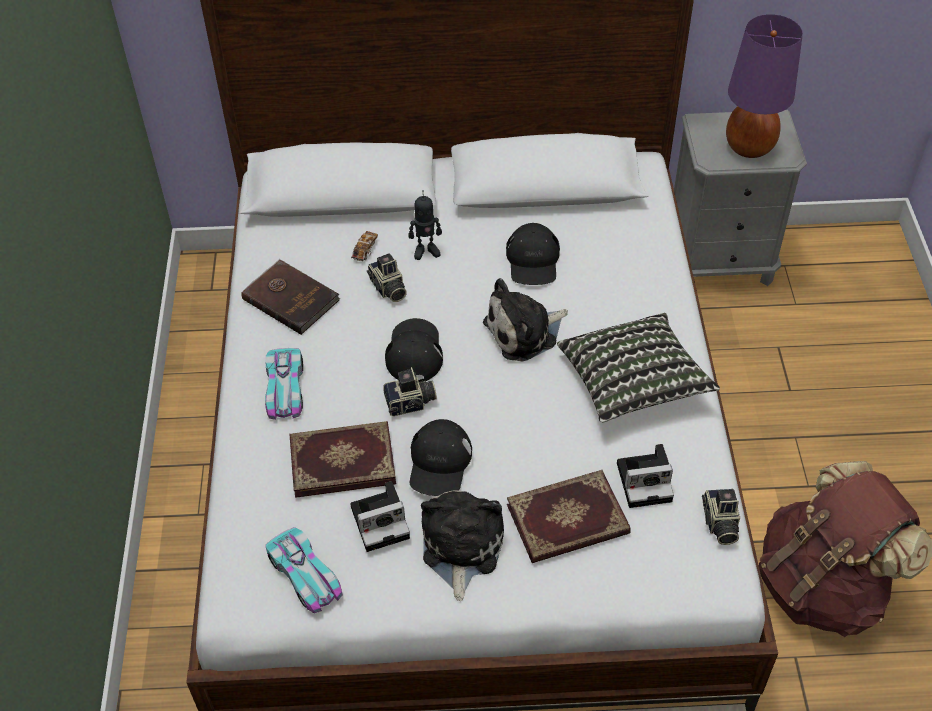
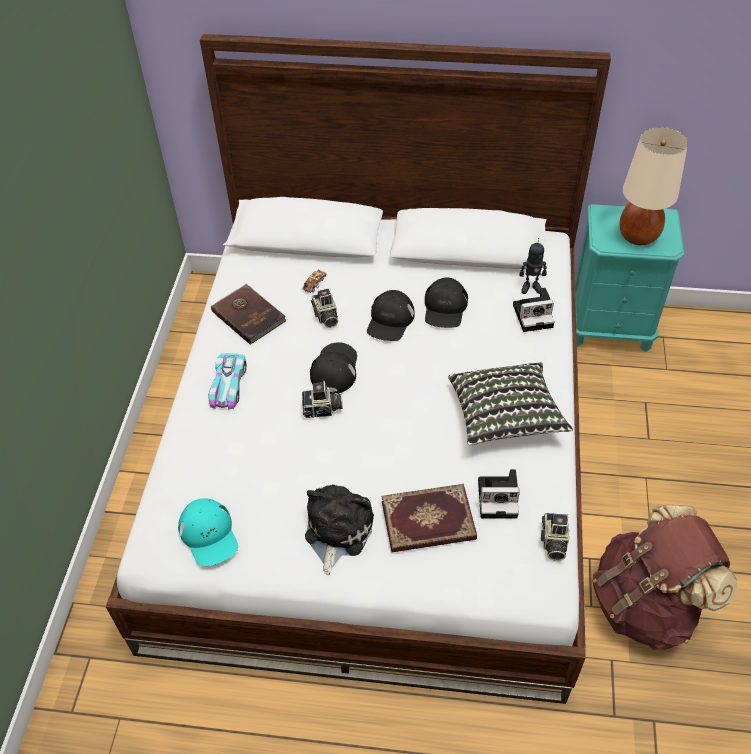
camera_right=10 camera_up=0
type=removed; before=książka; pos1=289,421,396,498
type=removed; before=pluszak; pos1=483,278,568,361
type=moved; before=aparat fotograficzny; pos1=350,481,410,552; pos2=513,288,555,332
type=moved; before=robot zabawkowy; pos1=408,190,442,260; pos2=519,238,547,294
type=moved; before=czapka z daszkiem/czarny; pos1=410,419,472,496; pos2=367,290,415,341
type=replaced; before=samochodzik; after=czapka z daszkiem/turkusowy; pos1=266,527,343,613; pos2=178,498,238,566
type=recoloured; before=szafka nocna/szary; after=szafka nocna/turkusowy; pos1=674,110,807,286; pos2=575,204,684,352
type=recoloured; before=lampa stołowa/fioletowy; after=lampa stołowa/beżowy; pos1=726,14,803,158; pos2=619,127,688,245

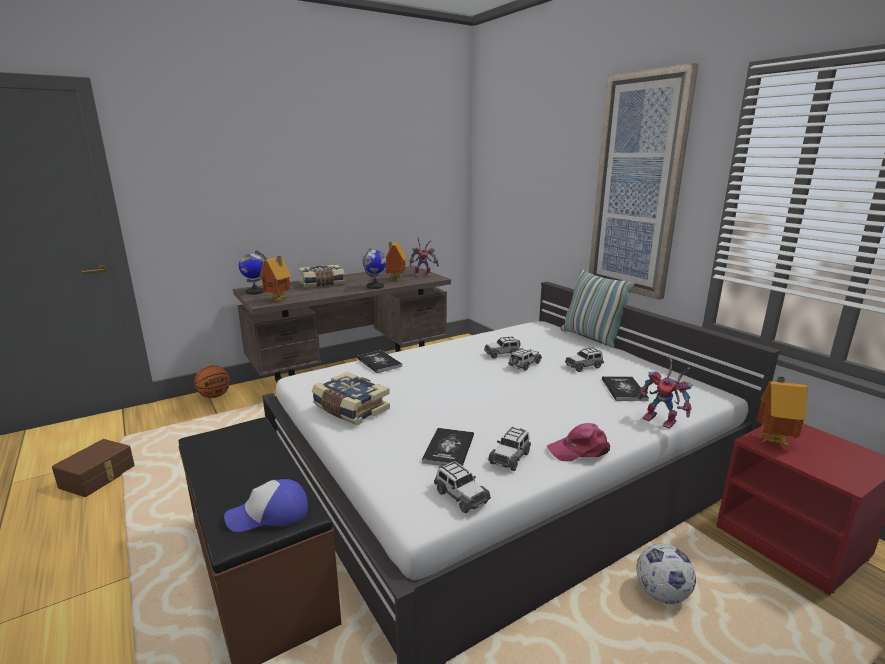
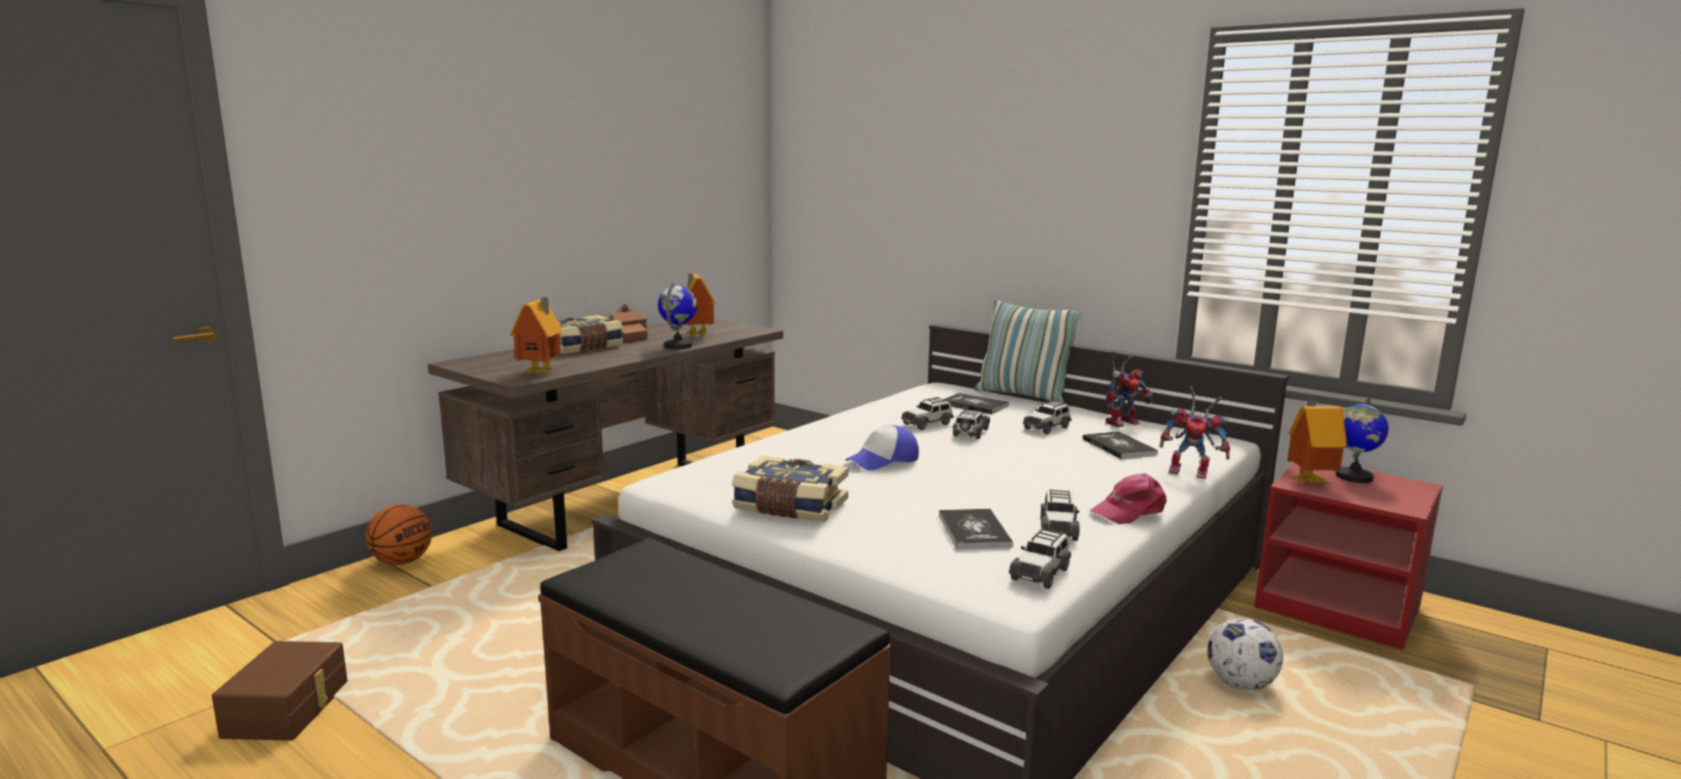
camera_right=-20 camera_up=-5
type=removed; before=obraz; pos1=589,63,699,300
type=added; after=domek; pos2=609,304,648,343
type=moved; before=czapka z daszkiem; pos1=224,479,308,532; pos2=846,425,919,470
type=moved; before=globus; pos1=239,250,267,295; pos2=1336,397,1388,483
type=moved; before=książka; pos1=357,350,402,373; pos2=943,393,1009,414
type=moved; before=robot zabawkowy; pos1=410,238,439,277; pos2=1105,351,1153,427
type=turned; before=samochodzik; pos1=434,461,491,513; pos2=1009,528,1071,589; turn=90

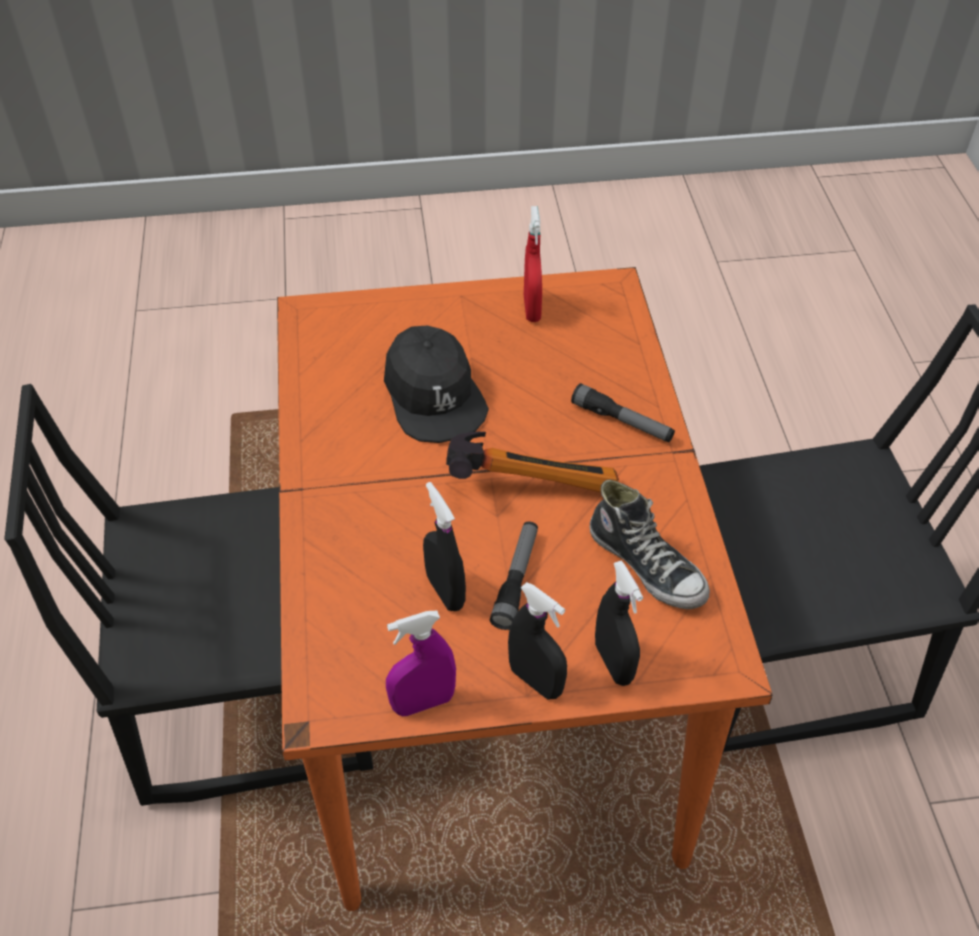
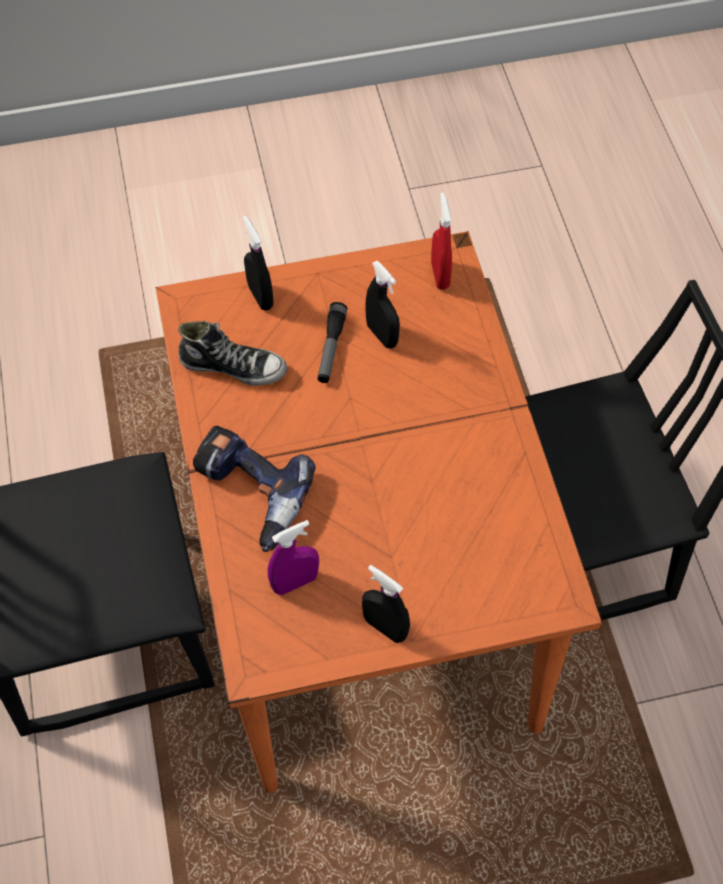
camera_right=175 camera_up=10
type=removed; before=czapka z daszkiem/czarny; pos1=384,326,489,443
type=removed; before=młotek; pos1=446,432,619,492
type=moved; before=spryskiwacz/fioletowy; pos1=386,610,456,716; pos2=268,520,319,595
type=moved; before=spryskiwacz/czarny; pos1=508,582,567,700; pos2=362,565,410,643
type=moved; before=spryskiwacz/czerwony; pos1=524,206,542,322; pos2=431,192,452,290
type=replaced; before=latarka; after=wiertarka; pos1=571,383,675,442; pos2=193,426,316,552
type=turned; before=but; pos1=590,479,710,609; pos2=178,321,287,386; turn=150

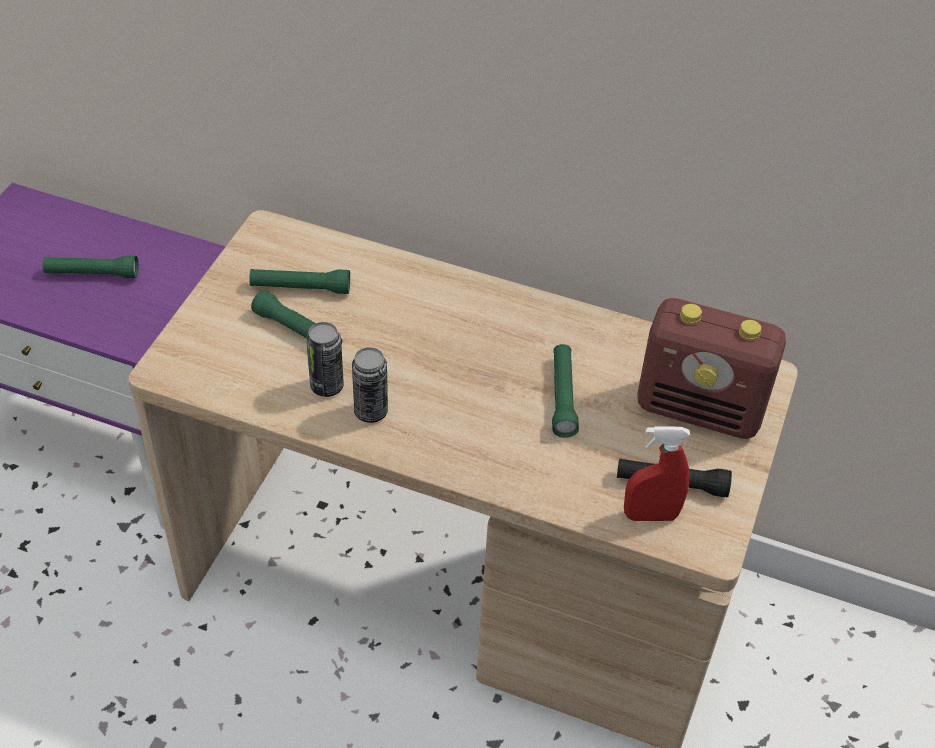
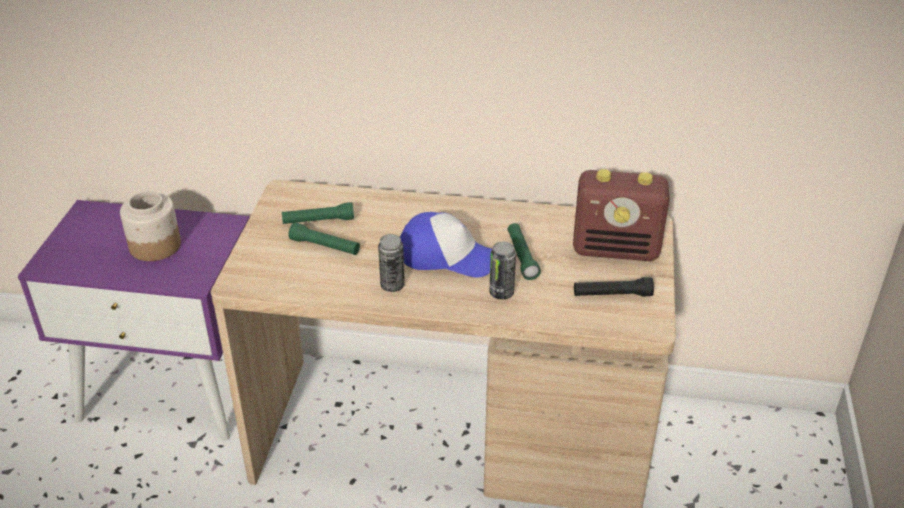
camera_right=-10 camera_up=-10
type=removed; before=spryskiwacz/czerwony; pos1=624,426,690,521
type=added; after=czapka z daszkiem; pos2=400,212,492,277
type=moved; before=puszka; pos1=306,322,344,397; pos2=490,242,516,300
type=replaced; before=latarka/zielony; after=słoik; pos1=42,256,139,278; pos2=120,191,181,261

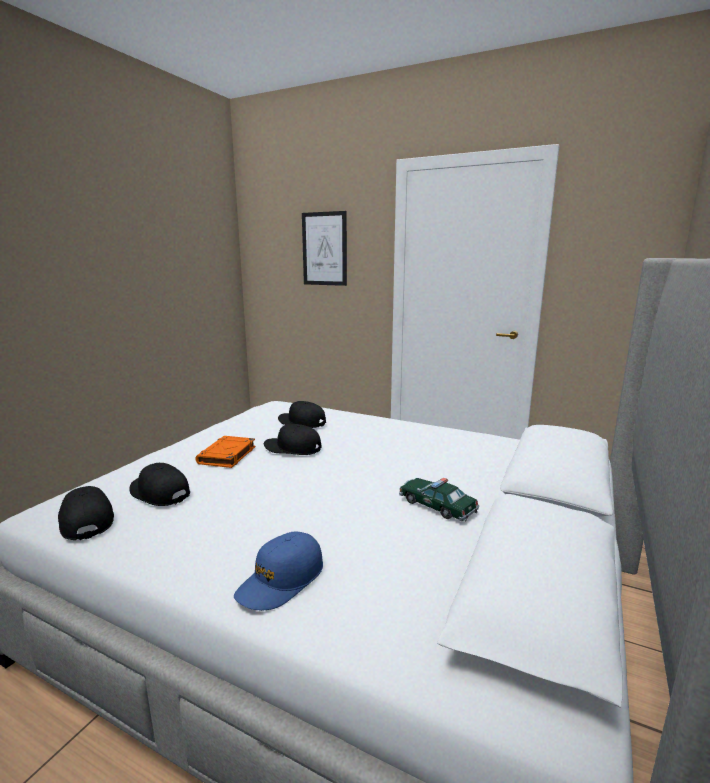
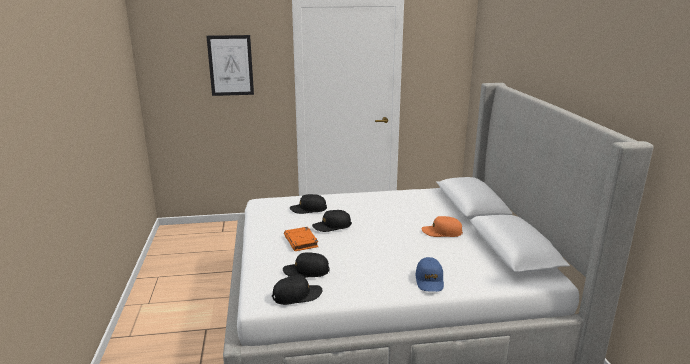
camera_right=-35 camera_up=5
type=replaced; before=samochodzik; after=czapka z daszkiem/pomarańczowy; pos1=399,478,479,521; pos2=421,216,463,237
type=turned; before=czapka z daszkiem/czarny; pos1=58,486,114,540; pos2=272,275,322,305; turn=135

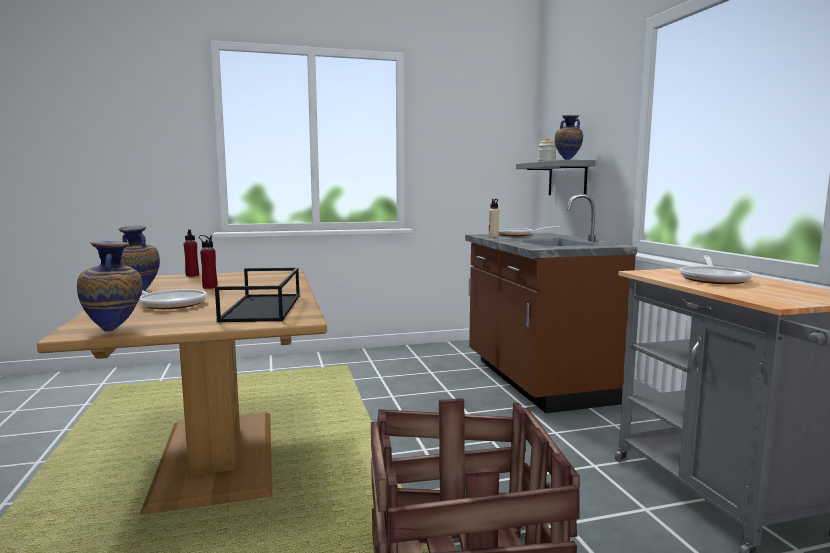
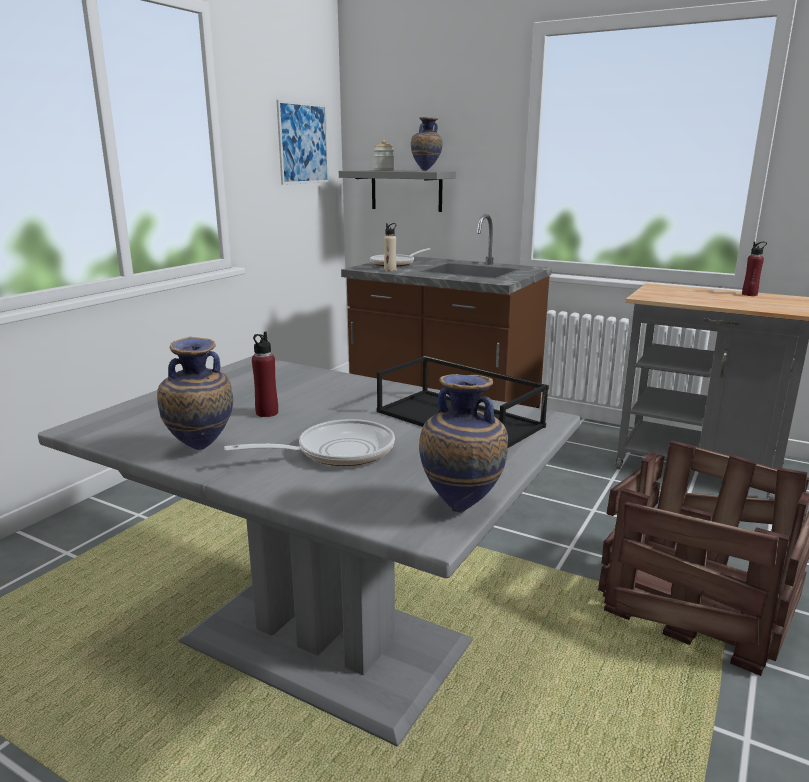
camera_right=-45 camera_up=10
type=removed; before=patelnia; pos1=680,255,752,284
type=added; after=obraz; pos2=276,100,329,185
type=moved; before=butelka/czerwony; pos1=184,229,199,277; pos2=742,242,767,296
type=recoloured; before=stół jadalny/brązowy; after=stół jadalny/szary; pos1=37,270,327,515; pos2=38,356,580,747

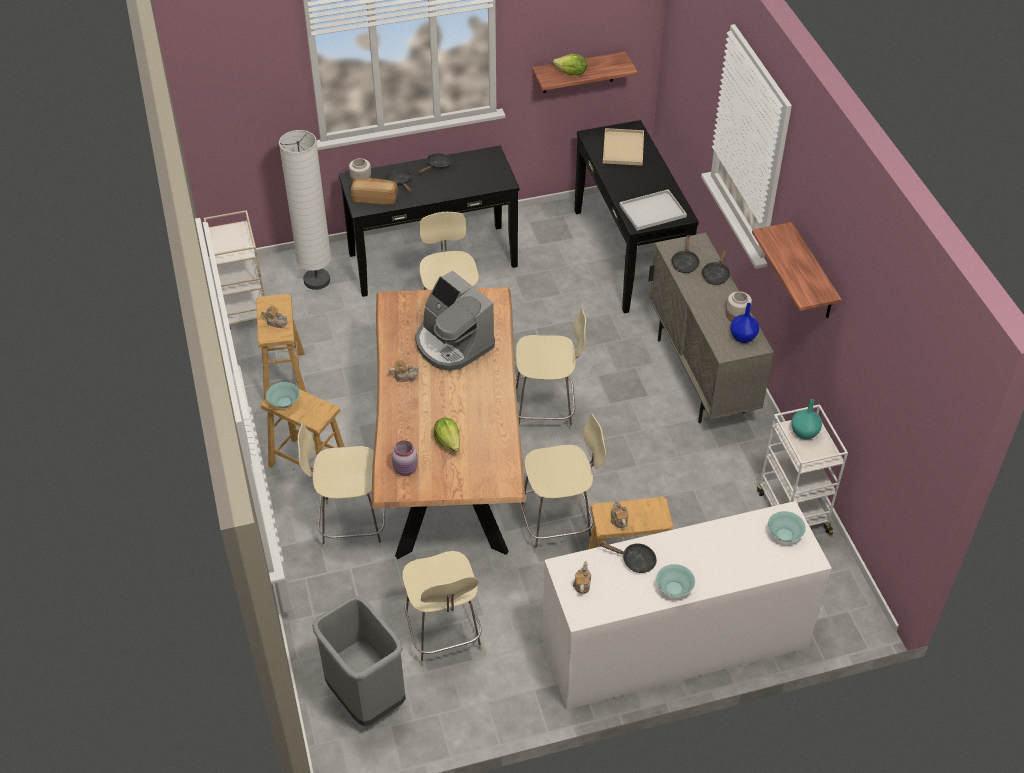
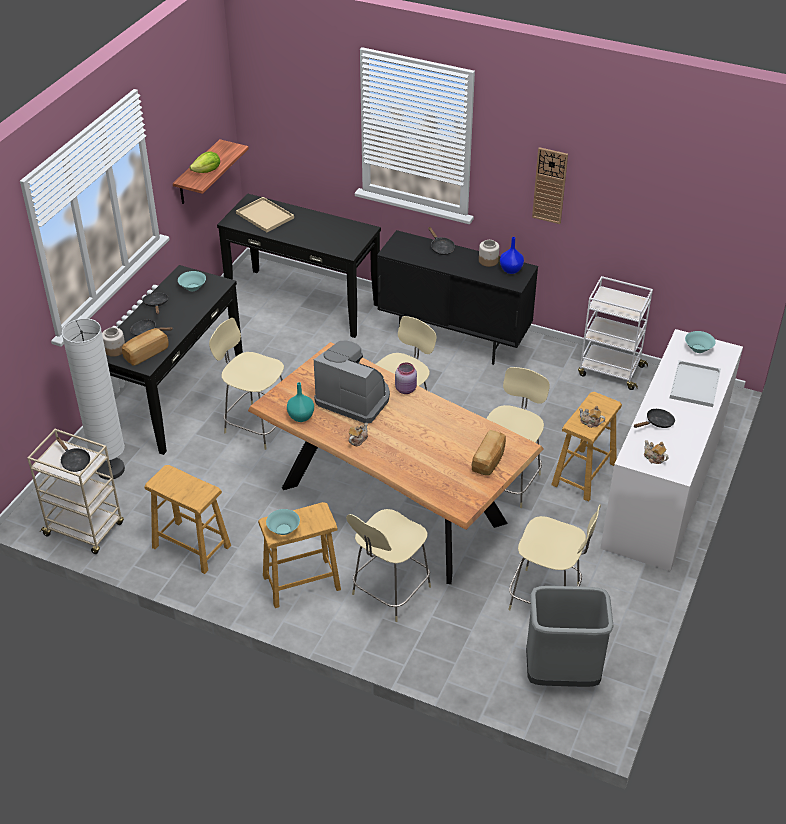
camera_right=-50 camera_up=-5
type=removed; before=imbryk; pos1=262,305,288,328
type=removed; before=sałata; pos1=434,418,460,452
type=added; after=chleb; pos2=472,430,506,476
type=moved; before=słoik/różowy; pos1=392,440,418,476; pos2=395,362,417,394
type=moved; before=taca/biały; pos1=619,189,687,231; pos2=670,360,721,407
type=moved; before=miska/turkusowy; pos1=656,564,695,597; pos2=178,271,206,291
type=moved; before=patelnia/czarny; pos1=671,235,700,273; pos2=56,437,90,472
type=moved; before=wazon/turkusowy; pos1=791,399,822,440; pos2=287,382,314,422
type=replaced; before=półka; after=zegar ścienny; pos1=752,222,841,318; pos2=532,147,568,224
type=recoloured; before=szafka/beżowy; after=szafka/czarny; pos1=648,233,774,423; pos2=377,230,538,365
type=turned; before=ekspres do kawy; pos1=415,271,495,371; pos2=314,341,390,423; turn=-150

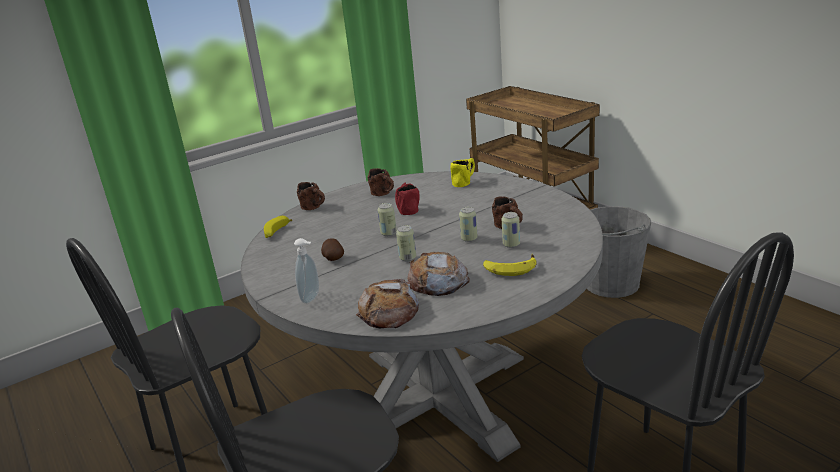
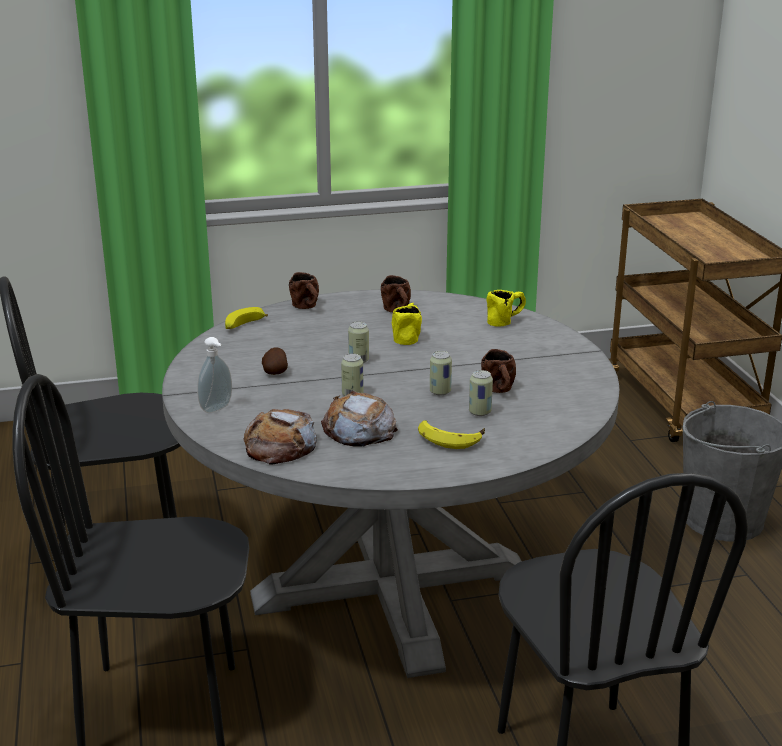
camera_right=20 camera_up=0
type=recoloured; before=kubek/czerwony; after=kubek/żółty; pos1=395,183,420,215; pos2=392,303,422,345

